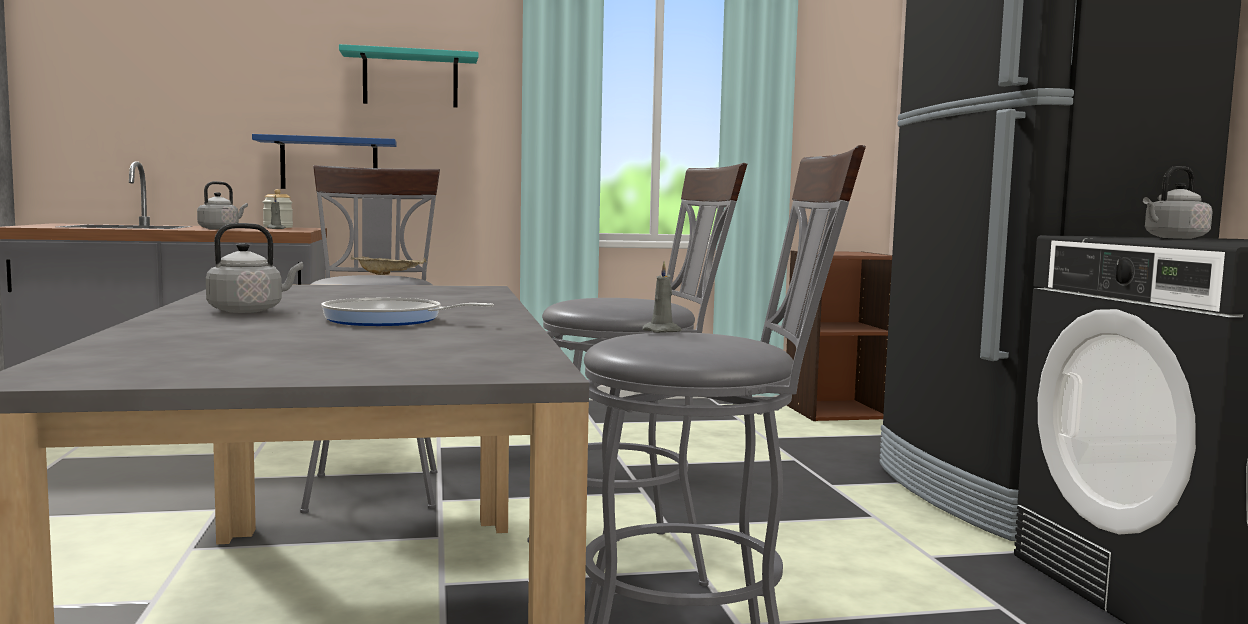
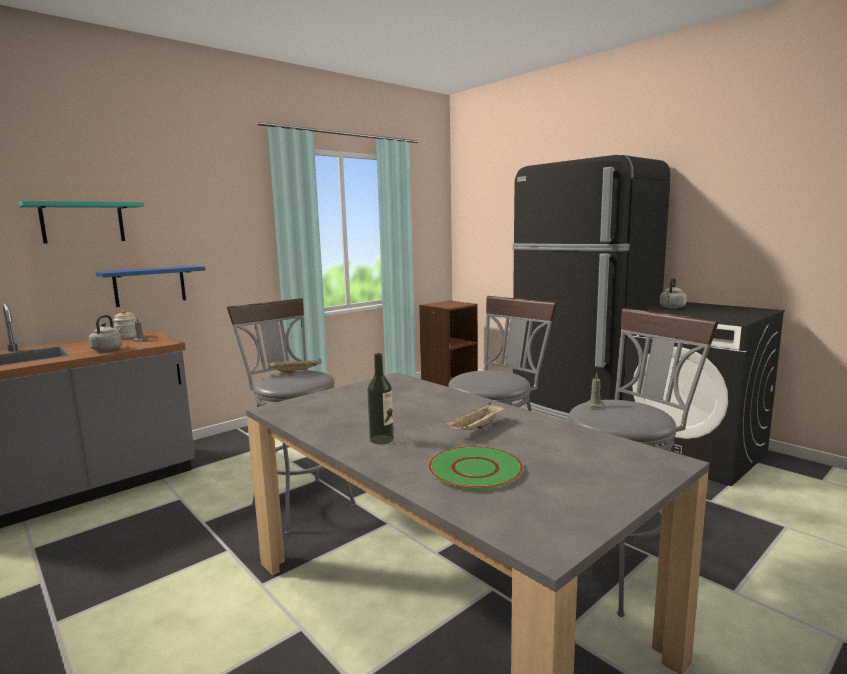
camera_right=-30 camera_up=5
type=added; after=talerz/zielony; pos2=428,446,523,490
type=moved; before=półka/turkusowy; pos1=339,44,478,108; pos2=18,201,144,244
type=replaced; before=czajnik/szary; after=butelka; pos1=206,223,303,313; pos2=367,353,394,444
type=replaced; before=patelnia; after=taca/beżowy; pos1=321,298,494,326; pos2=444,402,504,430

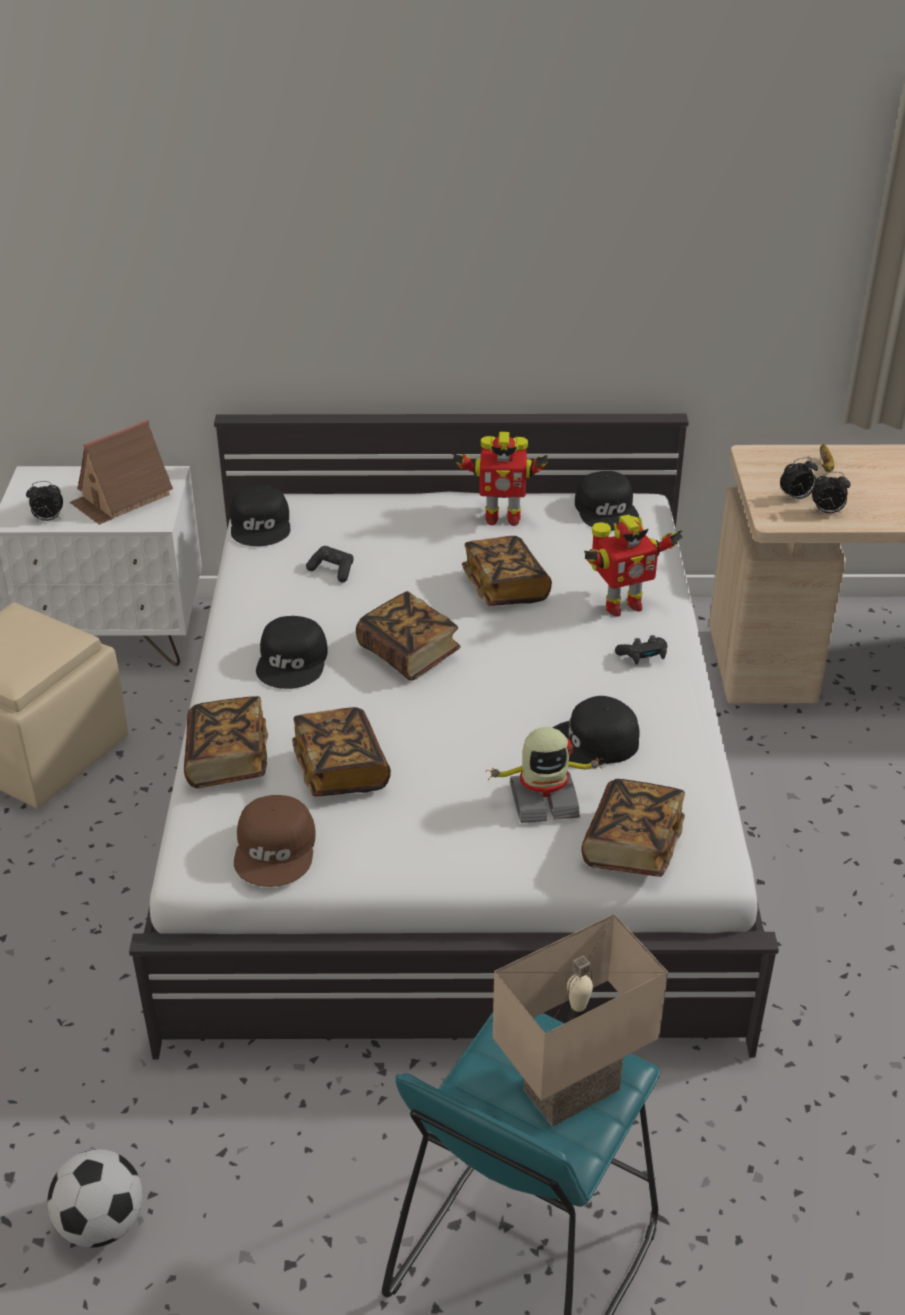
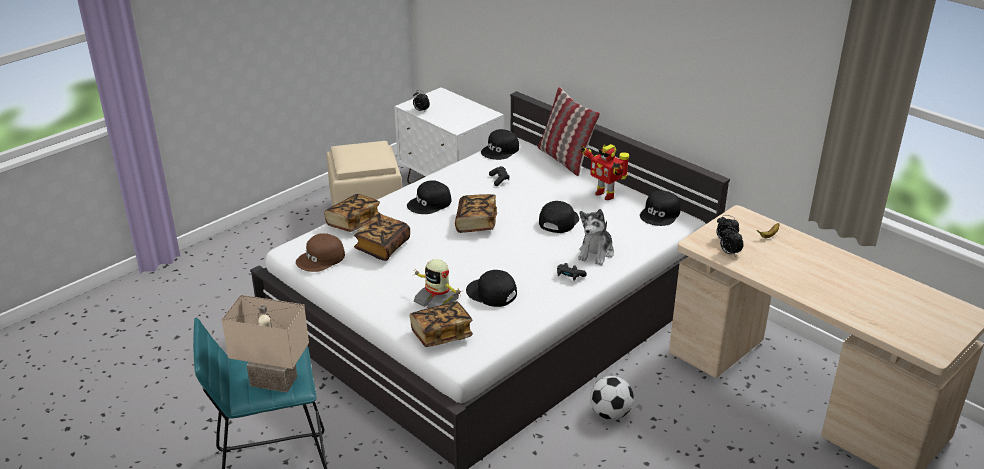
camera_right=45 camera_up=-5
type=removed; before=domek; pos1=69,420,173,525
type=added; after=poduszka; pos2=538,87,600,176
type=moved; before=piłka futbolowa; pos1=47,1149,142,1248; pos2=590,376,634,420
type=replaced; before=książka; after=czapka z daszkiem/czarny; pos1=462,536,552,606; pos2=539,201,579,233
type=replaced; before=robot zabawkowy; after=pluszak; pos1=584,515,683,617; pos2=578,209,614,265

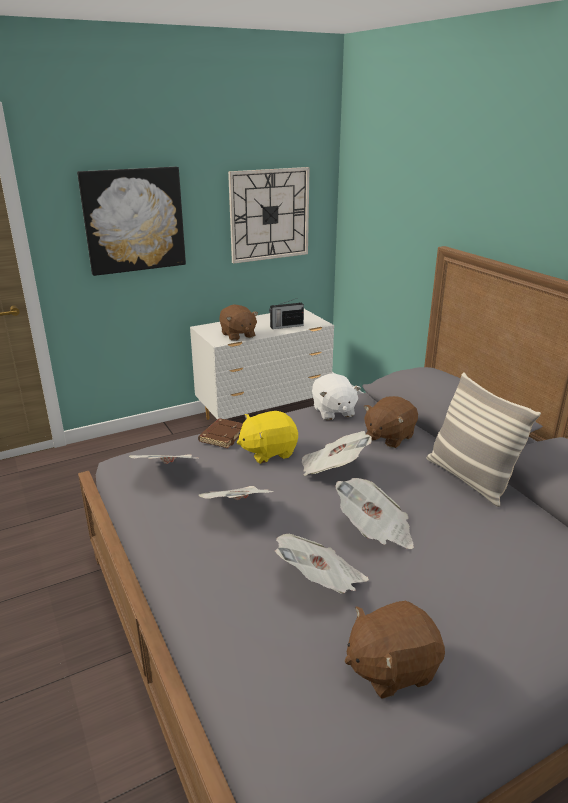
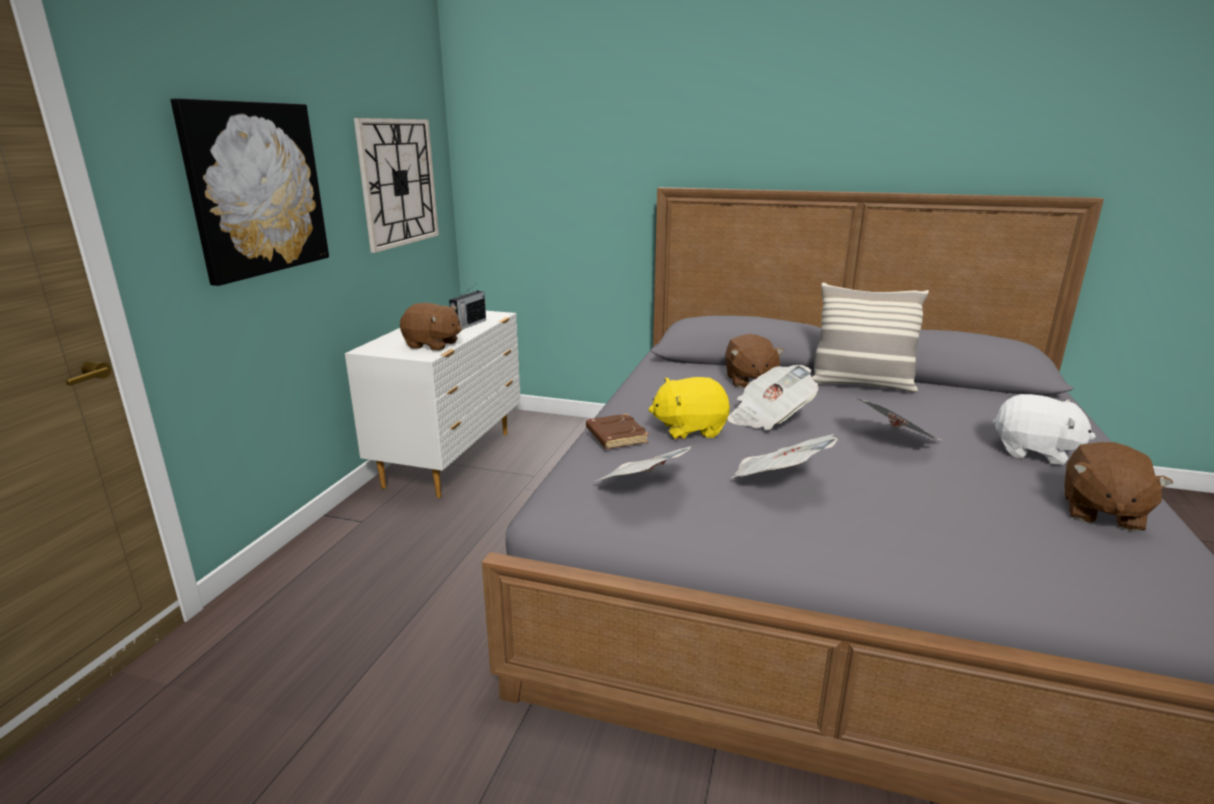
camera_right=-45 camera_up=-5
type=removed; before=gazeta; pos1=275,534,369,594
type=moved; before=pluszak/biały; pos1=312,374,360,420; pos2=993,394,1096,465
type=turned; before=pluszak/żółty; pos1=237,411,298,464; pos2=648,377,730,439; turn=60

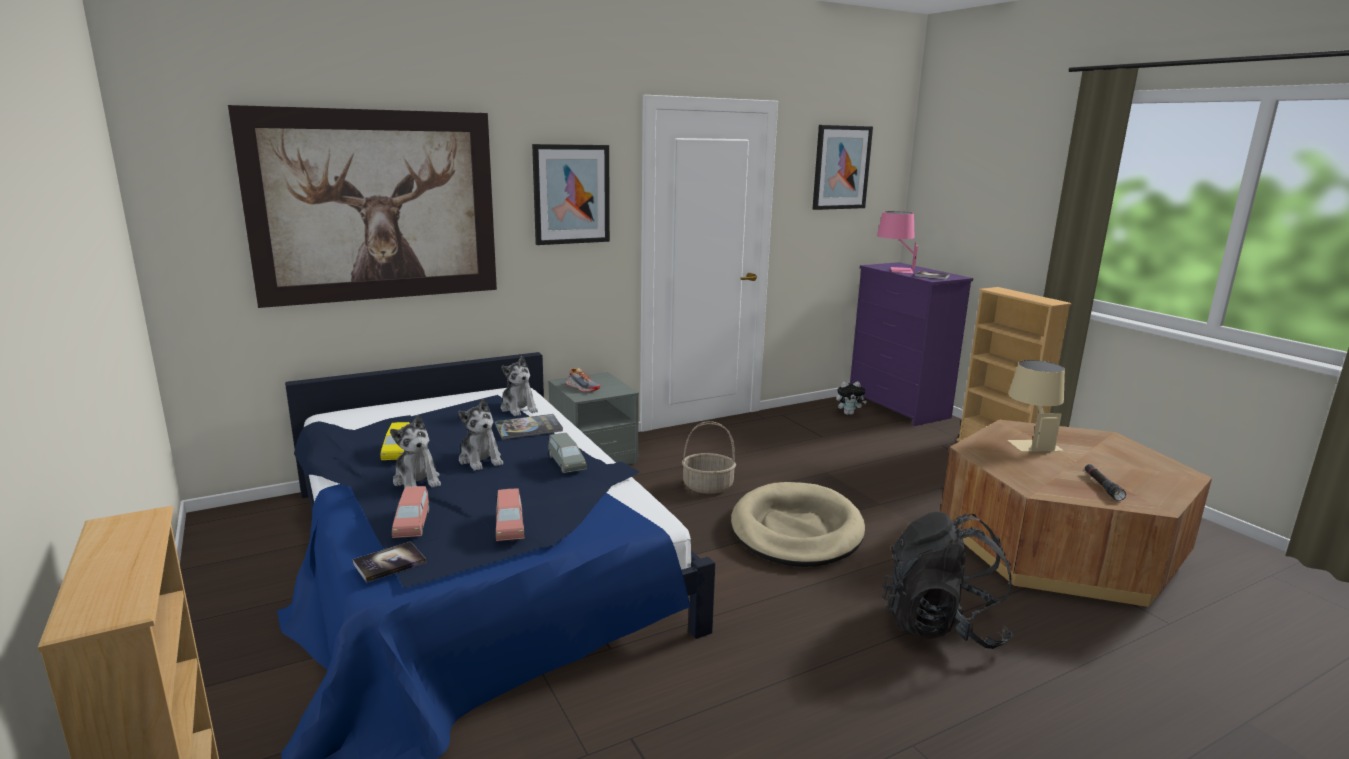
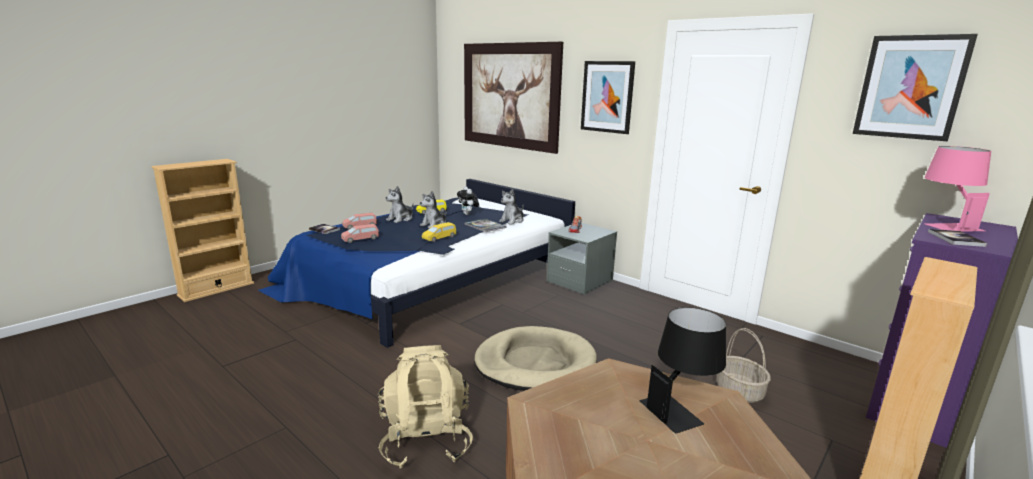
camera_right=70 camera_up=0
type=removed; before=latarka/czarny; pos1=1085,464,1126,501
type=moved; before=koszyk; pos1=682,421,736,494; pos2=717,328,771,403
type=moved; before=pluszak; pos1=836,381,867,415; pos2=457,186,479,215
type=recoloured; before=samochodzik/szary; after=samochodzik/żółty; pos1=548,433,587,473; pos2=422,222,456,242
type=recoloured; before=plecak/czarny; after=plecak/beżowy; pos1=883,512,1014,649; pos2=378,345,473,469
type=recoloured; before=lampa stołowa/beżowy; after=lampa stołowa/czarny; pos1=1007,360,1065,452; pos2=640,307,726,433

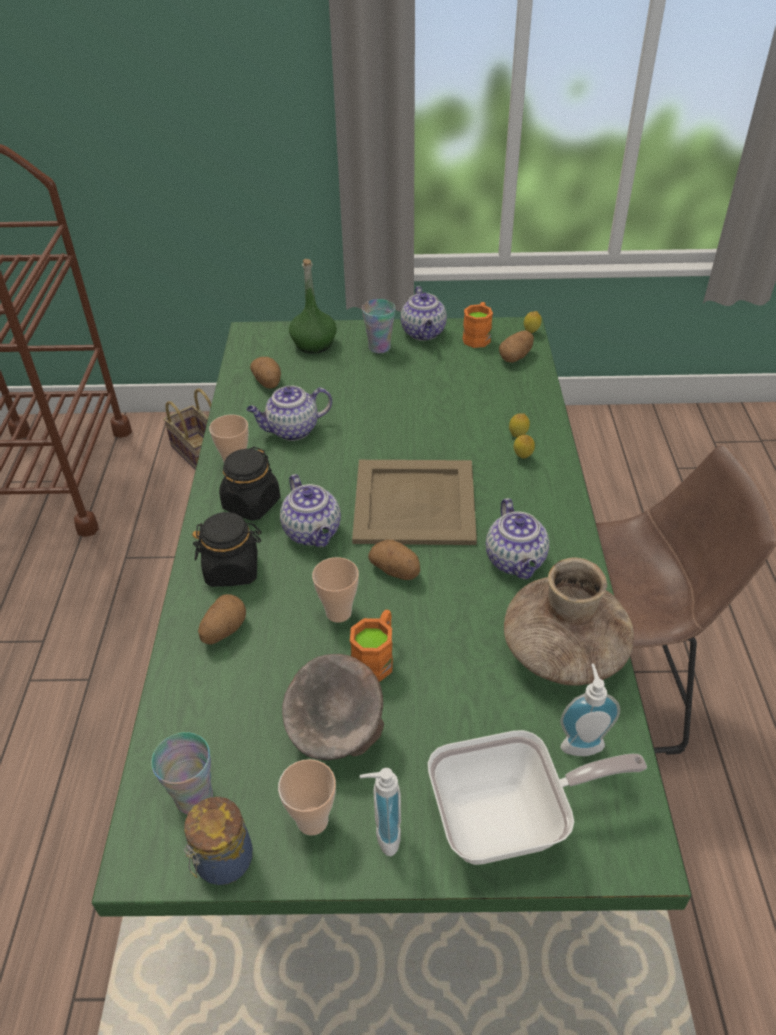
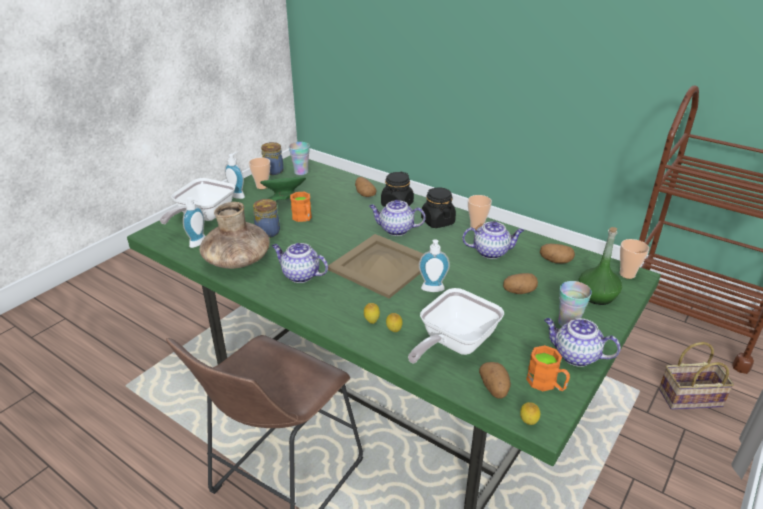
camera_right=125 camera_up=-10
type=added; after=słoik; pos2=253,199,280,238
type=added; after=patelnia; pos2=408,288,504,363
type=added; after=dozownik mydła; pos2=419,239,450,292
type=moved; before=filiżanka; pos1=312,557,359,623; pos2=620,239,649,279
type=moved; before=ziemniak; pos1=368,540,420,580; pos2=503,273,538,294
type=recoloured; before=miska/szary; after=miska/zielony; pos1=282,654,384,760; pos2=260,177,306,200
type=turned; before=imbryk; pos1=246,386,332,441; pos2=462,221,524,259; turn=75

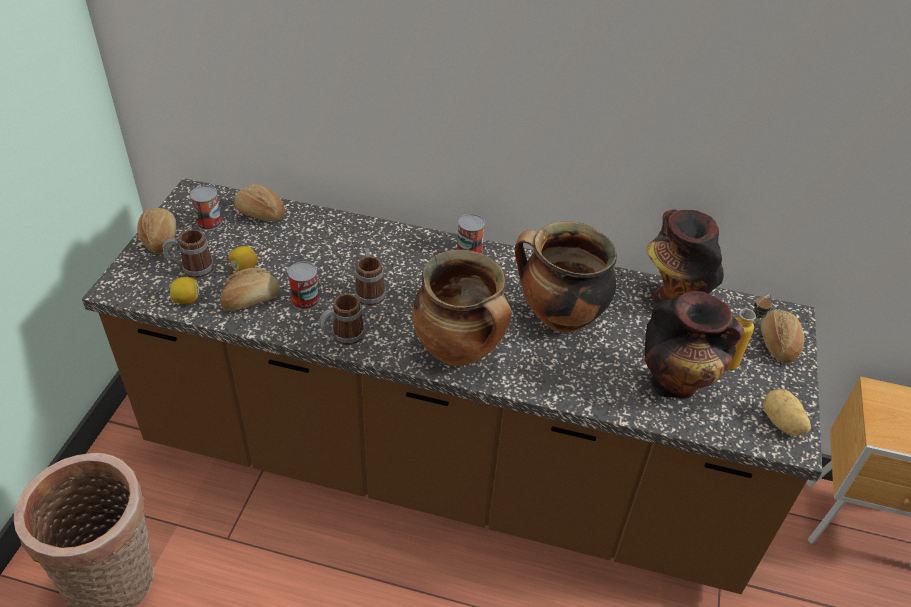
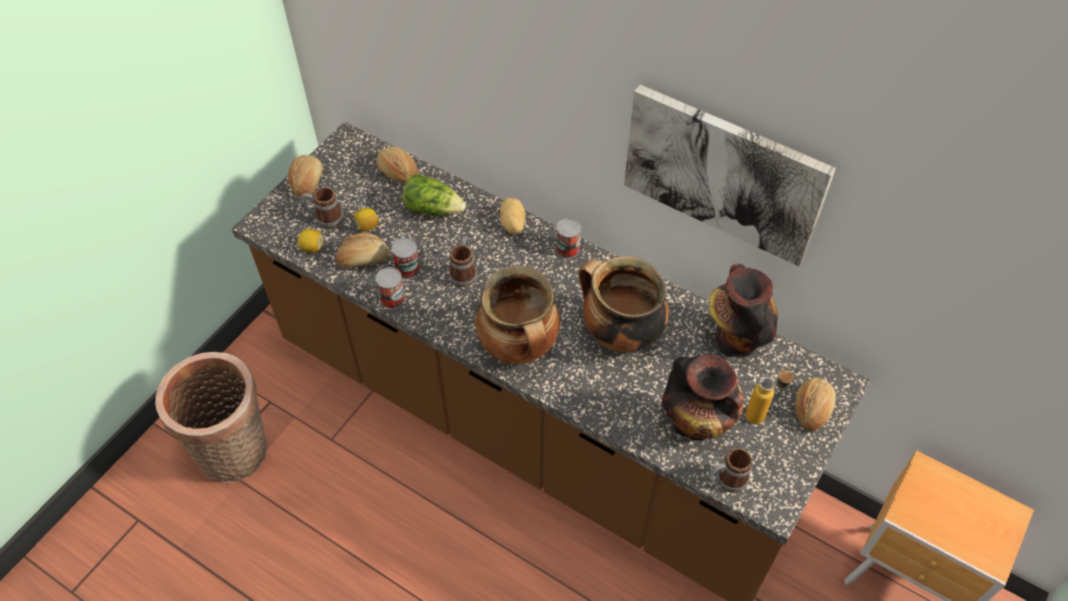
camera_right=20 camera_up=10
type=added; after=sałata; pos2=402,174,466,216
type=added; after=obraz; pos2=624,85,836,266
type=moved; before=puszka; pos1=190,185,222,230; pos2=376,267,405,309
type=moved; before=kubek; pos1=319,294,365,345; pos2=709,448,752,492
type=moved; before=ziemniak; pos1=763,389,811,436; pos2=500,198,526,234

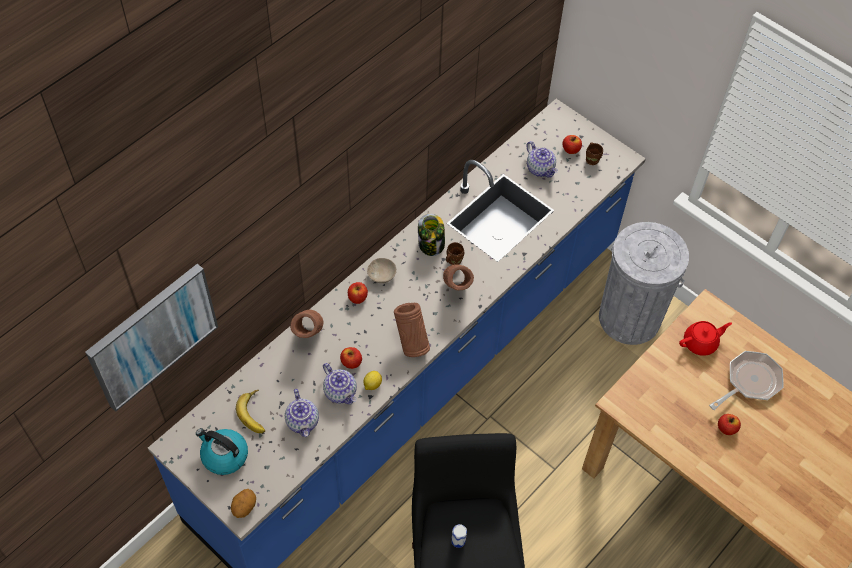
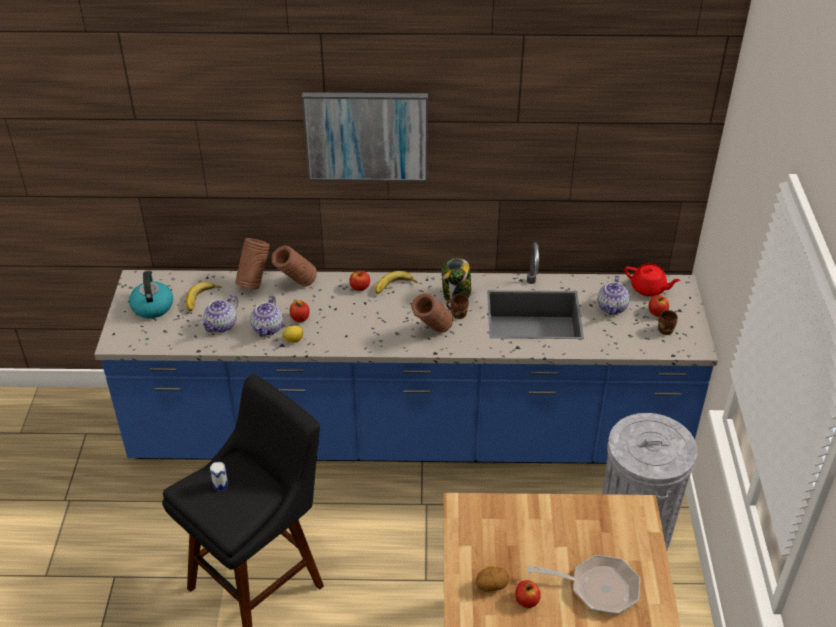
camera_right=50 camera_up=-15
type=moved; before=obraz; pos1=85,264,218,412; pos2=302,92,428,182
type=moved; before=ziemniak; pos1=231,489,256,518; pos2=476,566,509,592
type=moved; before=wazon/brązowy; pos1=394,303,430,357; pos2=235,238,270,289
type=moved; before=imbryk/czerwony; pos1=679,321,732,356; pos2=624,264,681,296
type=replaced; before=miska/beżowy; after=banan; pos1=367,258,397,283; pos2=375,271,418,294

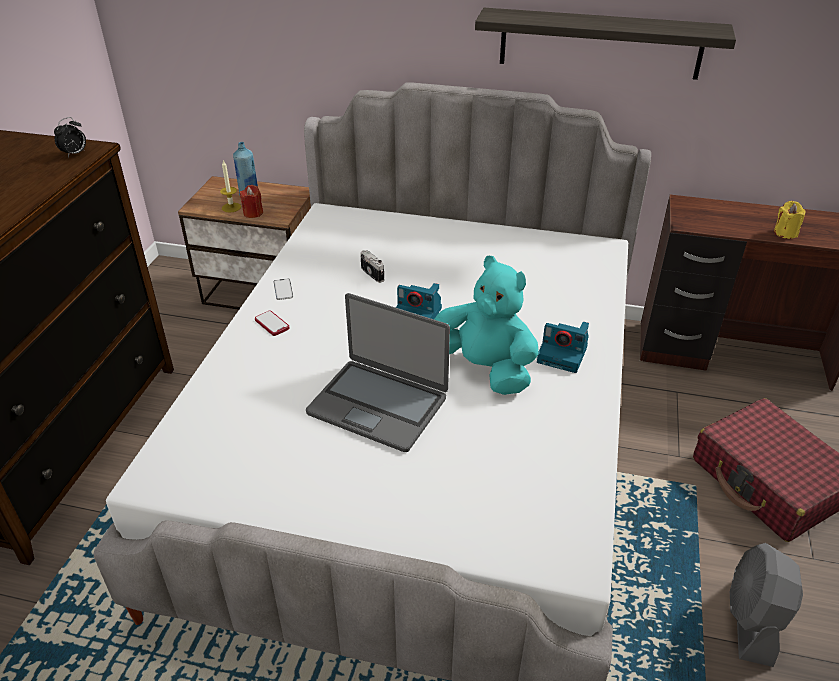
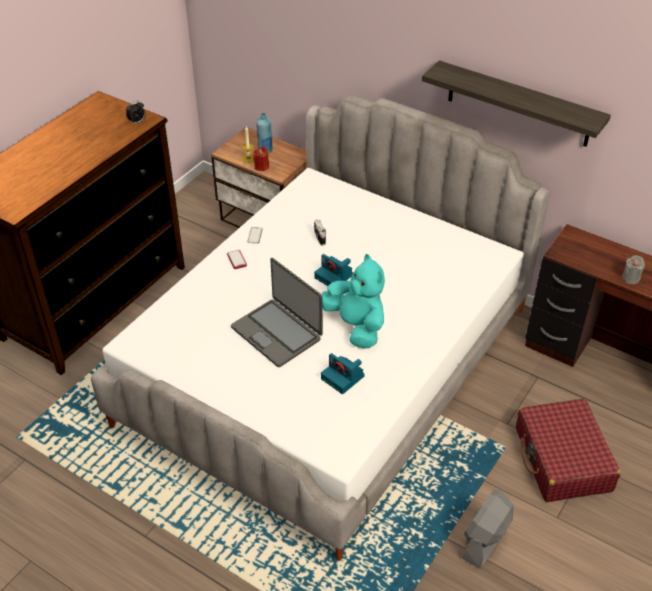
camera_right=20 camera_up=5
type=moved; before=aparat fotograficzny; pos1=537,322,589,373; pos2=321,353,364,394
type=recoloured; before=świeca/żółty; after=świeca/szary; pos1=774,201,806,239; pos2=622,255,645,284

